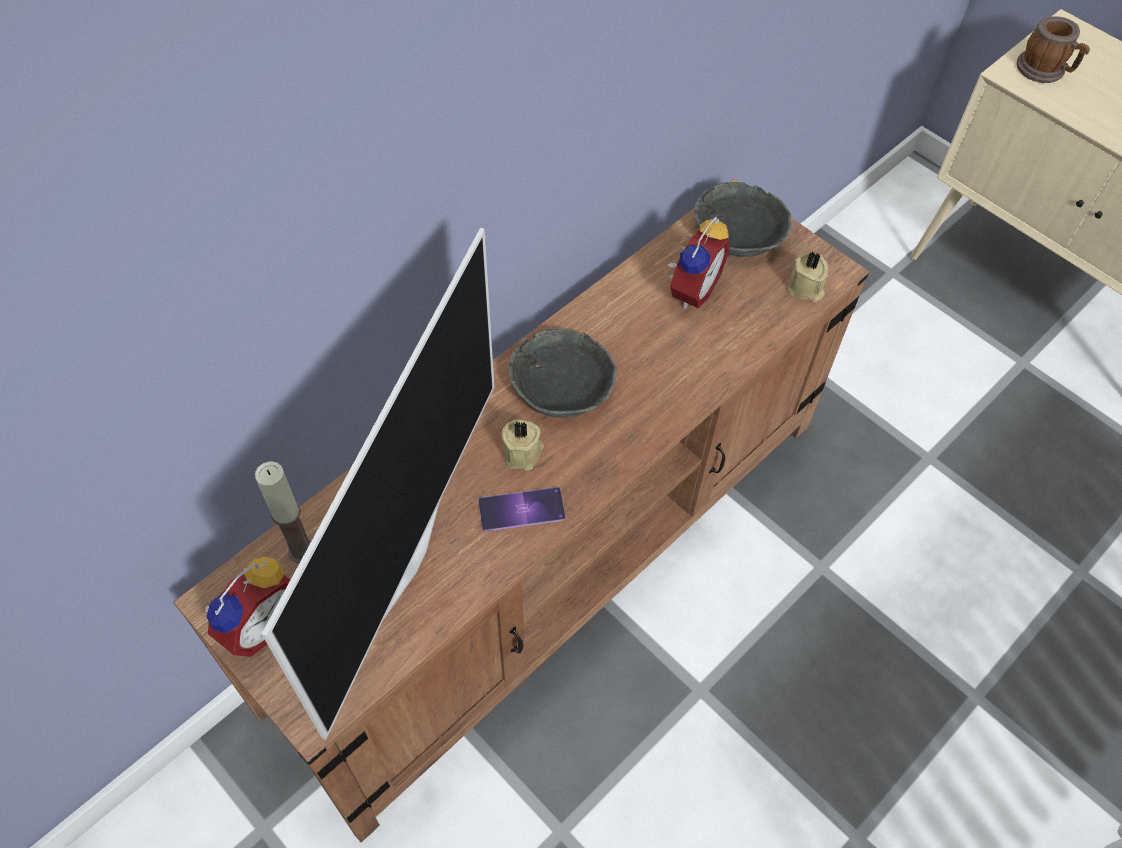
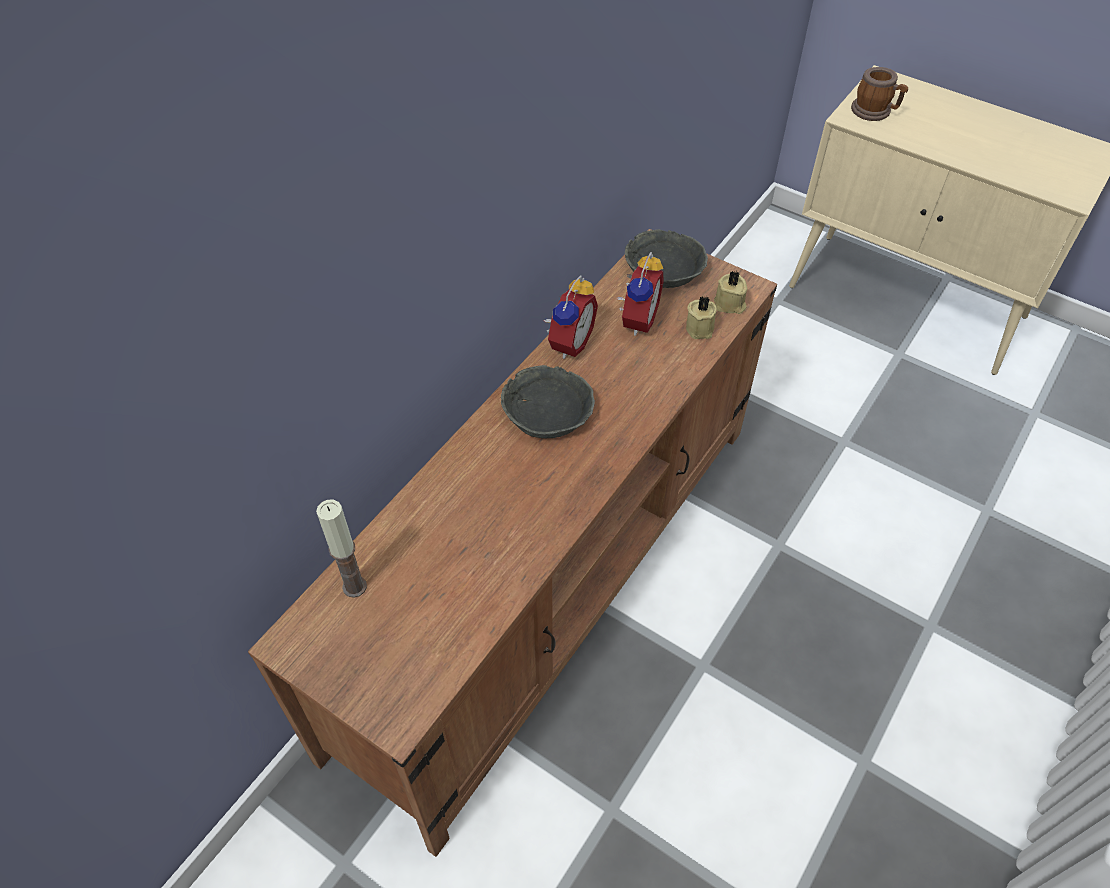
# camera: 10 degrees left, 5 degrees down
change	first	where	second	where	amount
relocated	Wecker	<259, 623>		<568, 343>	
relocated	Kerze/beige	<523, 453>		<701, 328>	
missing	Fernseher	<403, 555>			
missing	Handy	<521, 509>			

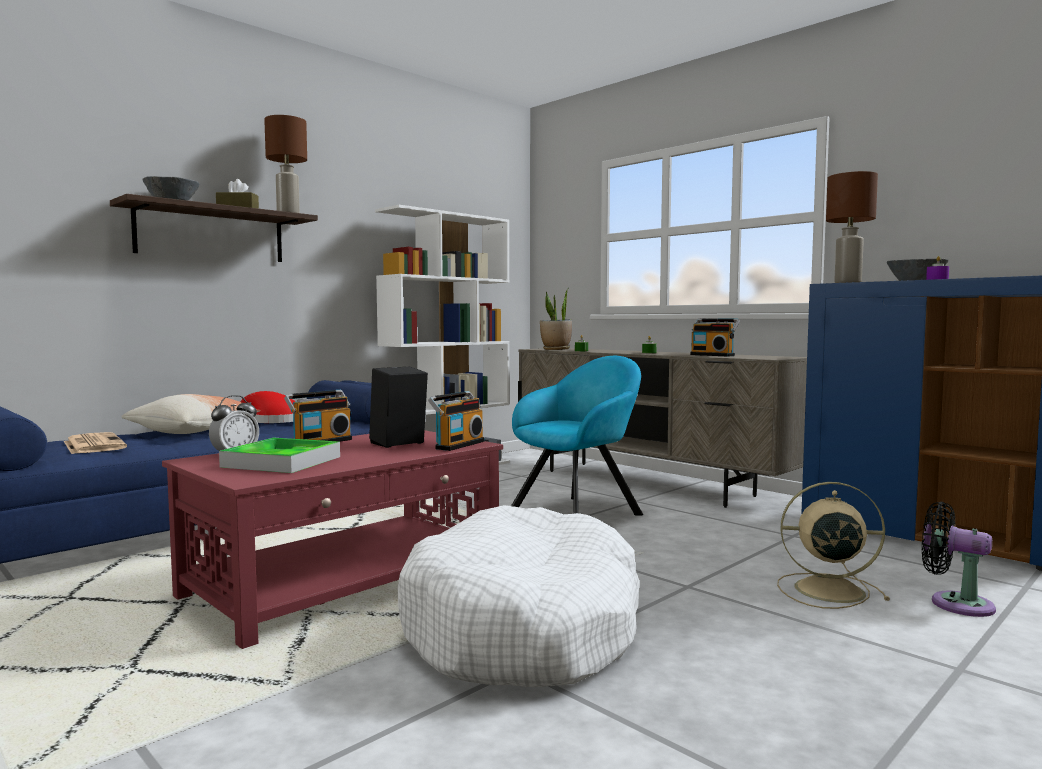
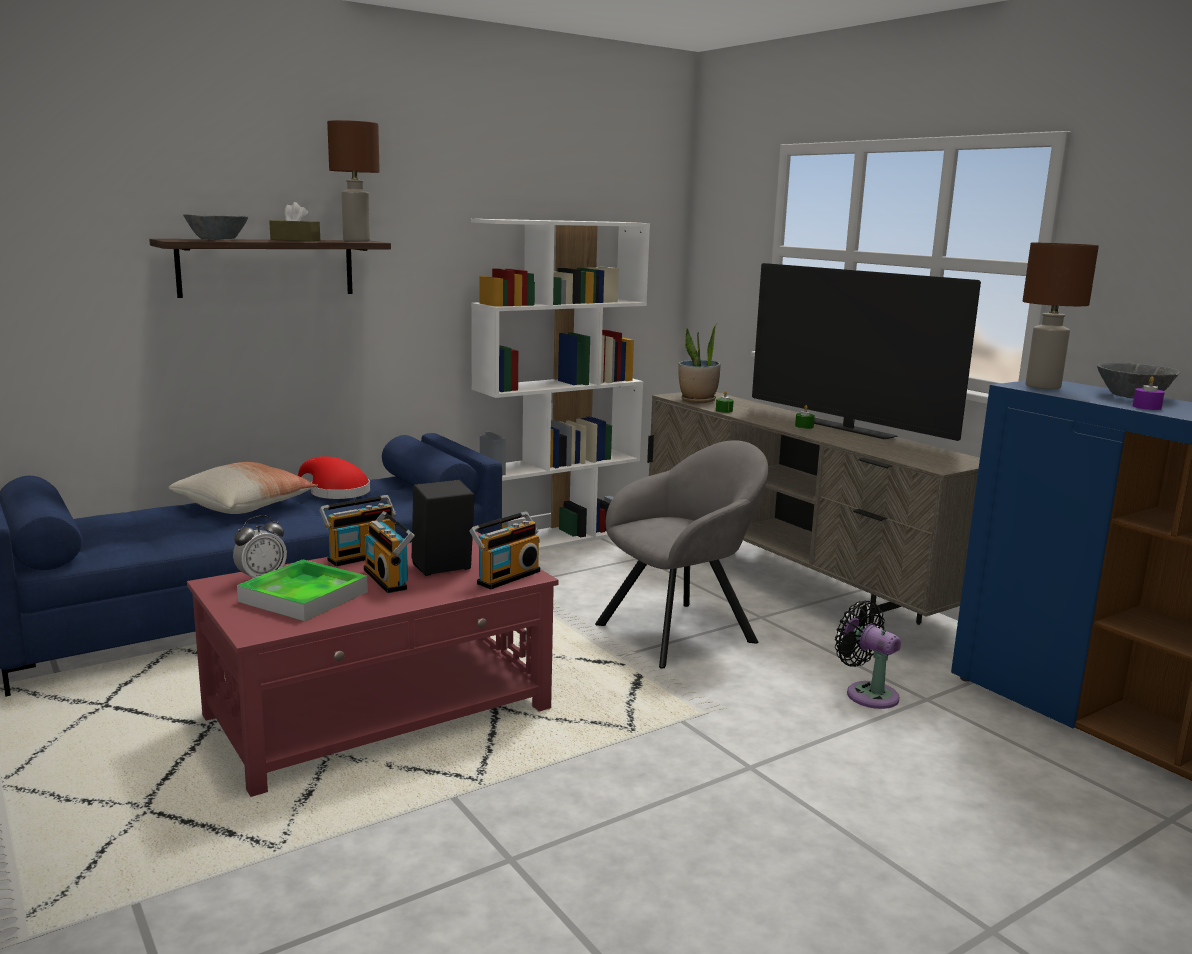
# camera: 10 degrees right, 10 degrees up
change	first	where	second	where	amount
relocated	Radio	<713, 355>		<388, 579>	
colour	Sessel/türkis	<580, 512>	Sessel/grau	<682, 631>	
appeared			Fernseher	<847, 429>	
relocated	Ventilator/schwarz	<955, 603>		<867, 693>	
missing	Zeitung	<93, 445>			
missing	Hundebett/weiß	<524, 627>			
missing	Ventilator/beige	<826, 590>			

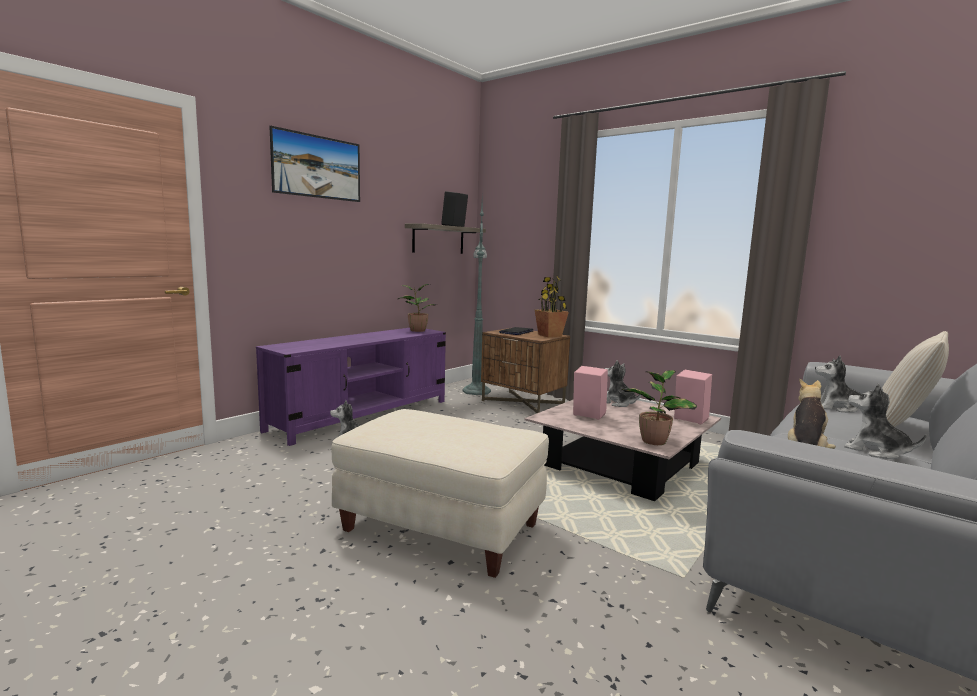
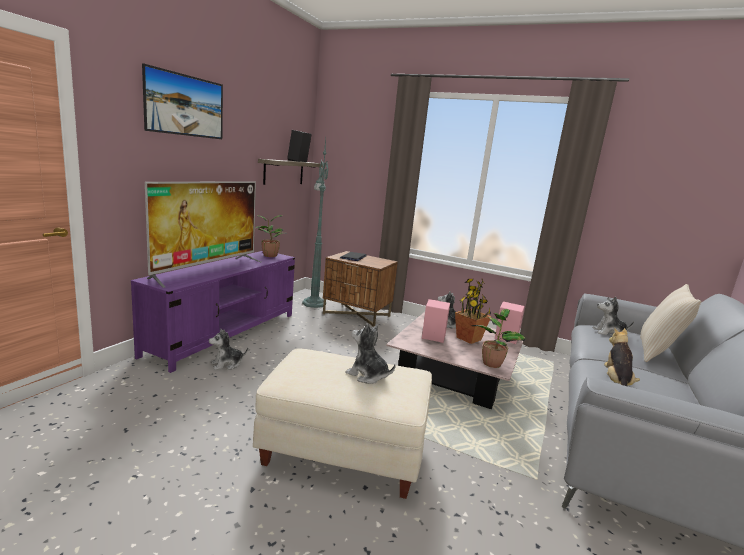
# camera: 15 degrees left, 5 degrees up
change	first	where	second	where	amount
appeared			Fernseher	<207, 269>	
relocated	Plüschtier	<875, 451>		<367, 375>	
relocated	Topfpflanze	<550, 335>		<469, 339>	

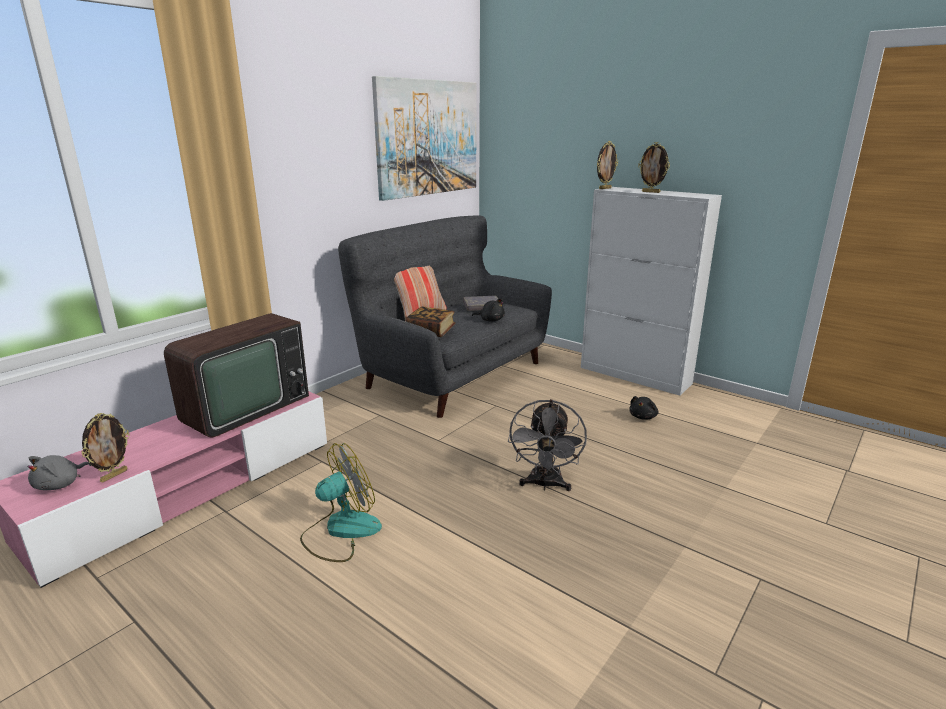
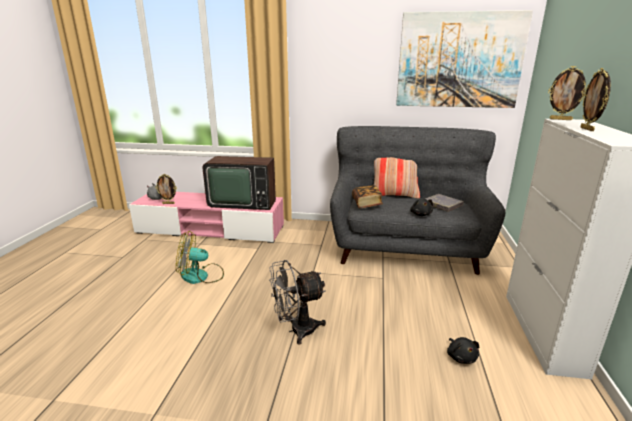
# camera: 60 degrees right, 0 degrees up
change	first	where	second	where	amount
spun	Ventilator	<341, 531>		<201, 276>	150 degrees clockwise
spun	Plüschtier/schwarz	<643, 417>		<461, 357>	105 degrees counterclockwise

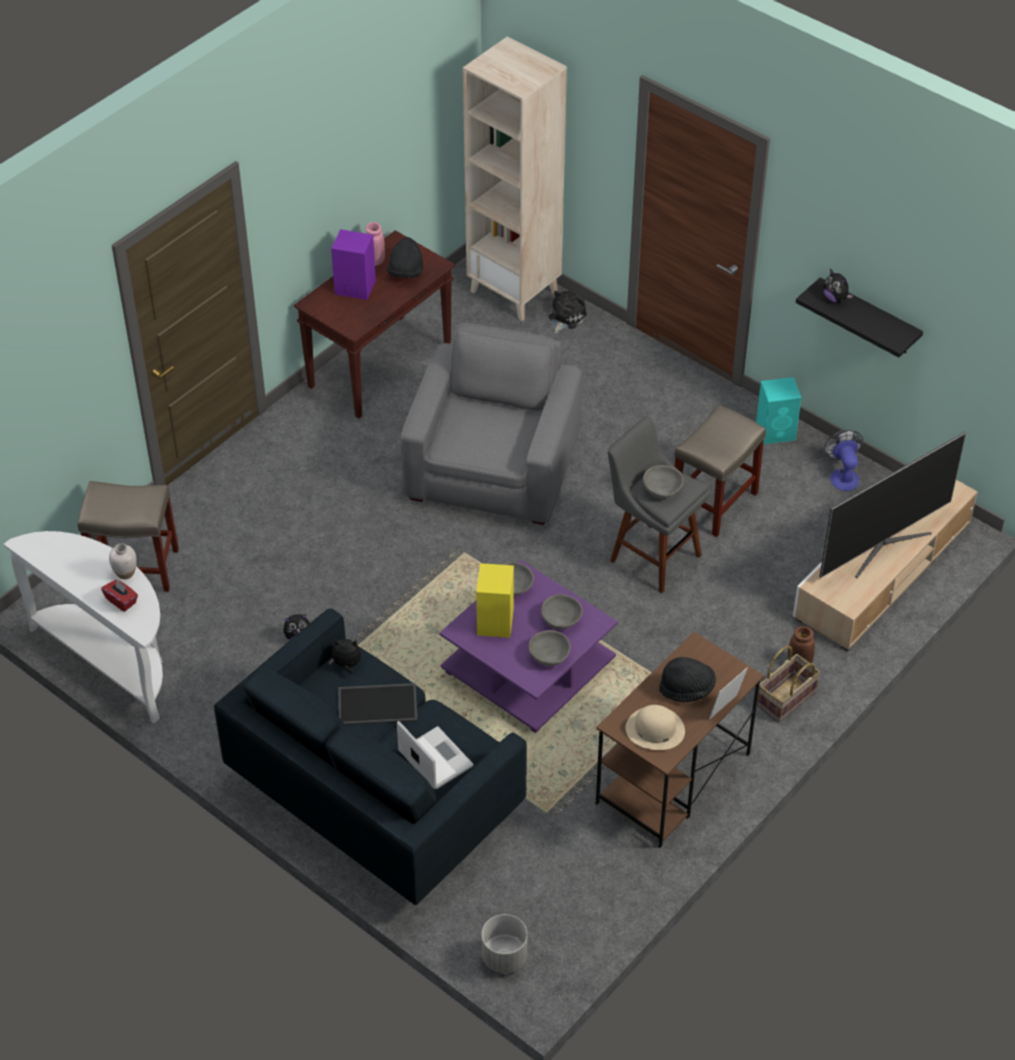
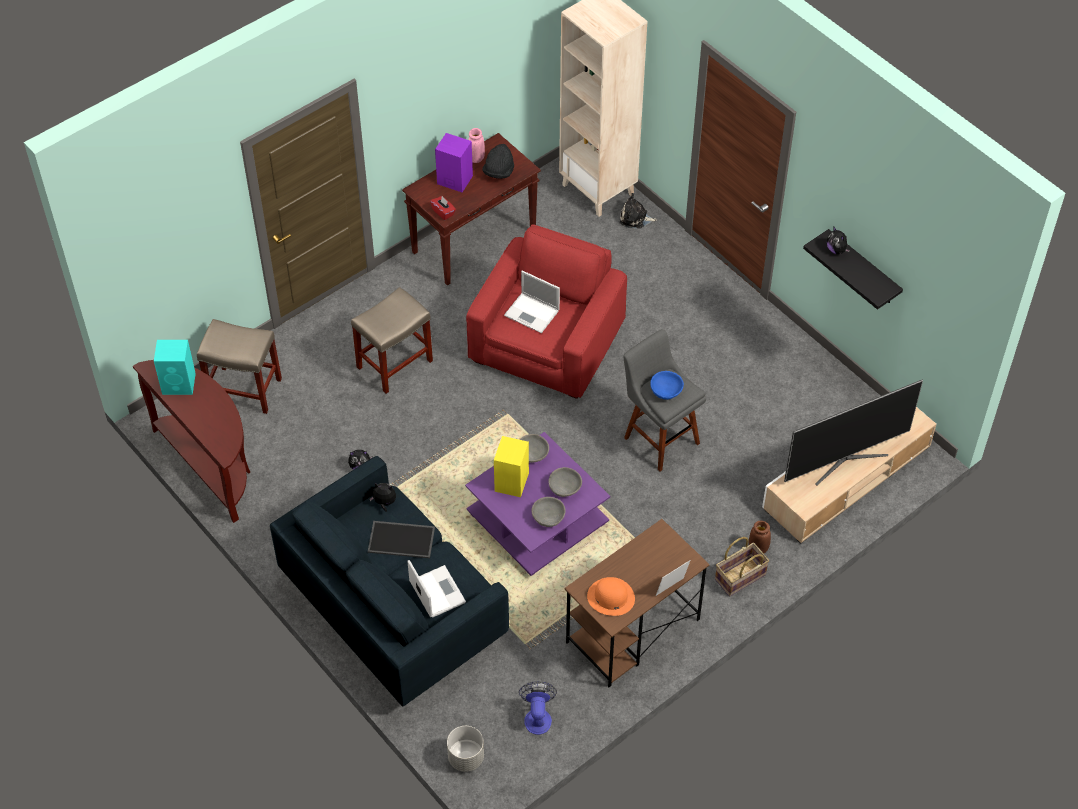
# camera: 10 degrees right, 5 degrees up
change	first	where	second	where	amount
colour	Konsolentisch/weiß	<111, 660>	Konsolentisch/braun	<210, 465>	
relocated	Lautsprecher/türkis	<776, 431>		<180, 384>	
relocated	Hocker/beige	<714, 501>		<395, 363>	
relocated	Taschentuchbox/rot	<121, 601>		<443, 212>	
colour	Sessel/grau	<493, 467>	Sessel/rot	<547, 342>	
appeared			Laptop	<532, 313>	
relocated	Ventilator	<842, 475>		<537, 716>	
colour	Hut/beige	<655, 729>	Hut/orange	<610, 597>	
spun	Plüschtier	<565, 317>		<635, 218>	120 degrees counterclockwise
colour	Schüssel/grau	<662, 490>	Schüssel/blau	<666, 392>	
missing	Vase/weiß	<125, 573>			
missing	Hut/schwarz	<687, 689>			

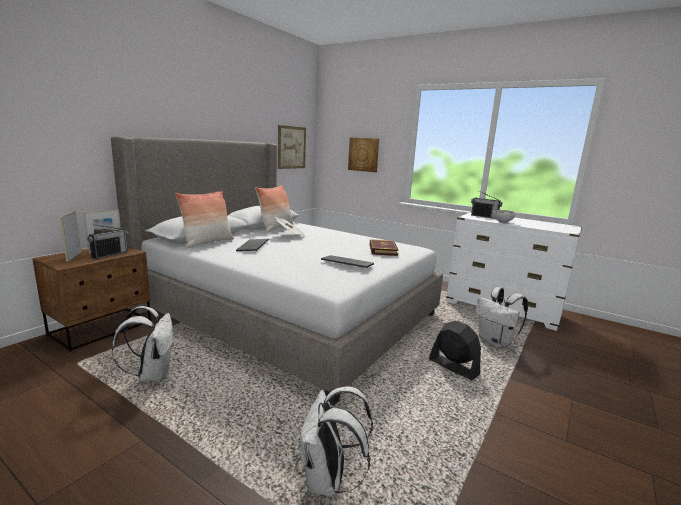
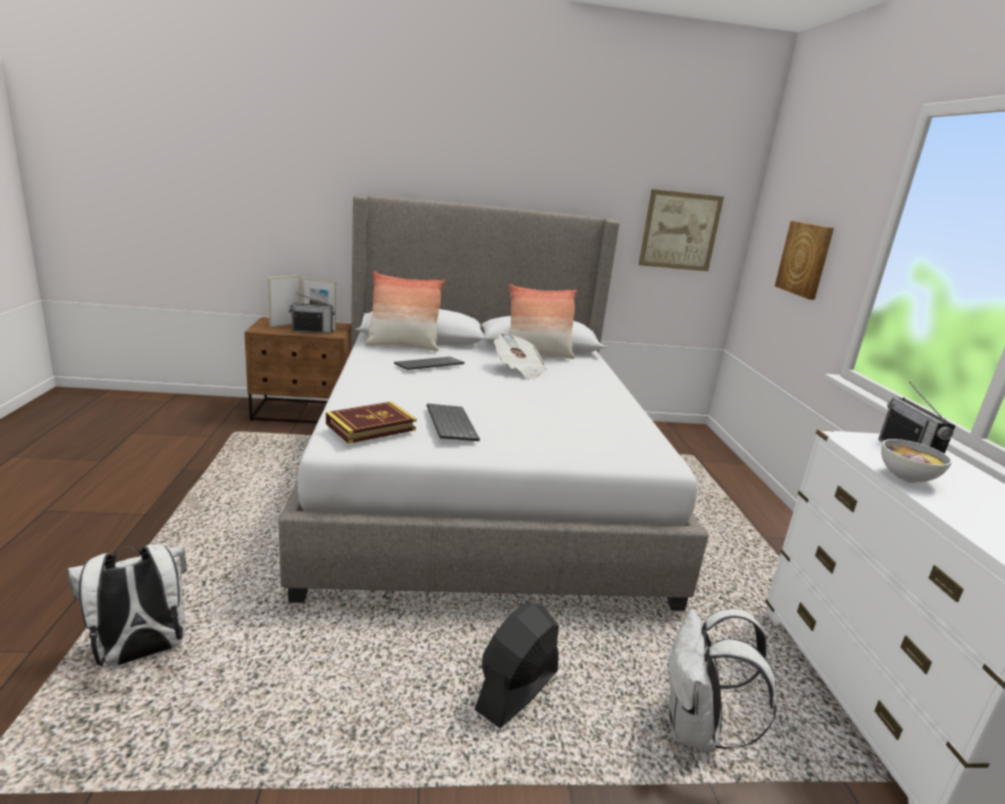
# camera: 50 degrees right, 5 degrees up
change	first	where	second	where	amount
relocated	Buch	<383, 250>		<371, 427>	
spun	Ventilator/schwarz	<453, 367>		<517, 691>	150 degrees counterclockwise
missing	Rucksack/weiß	<152, 375>			

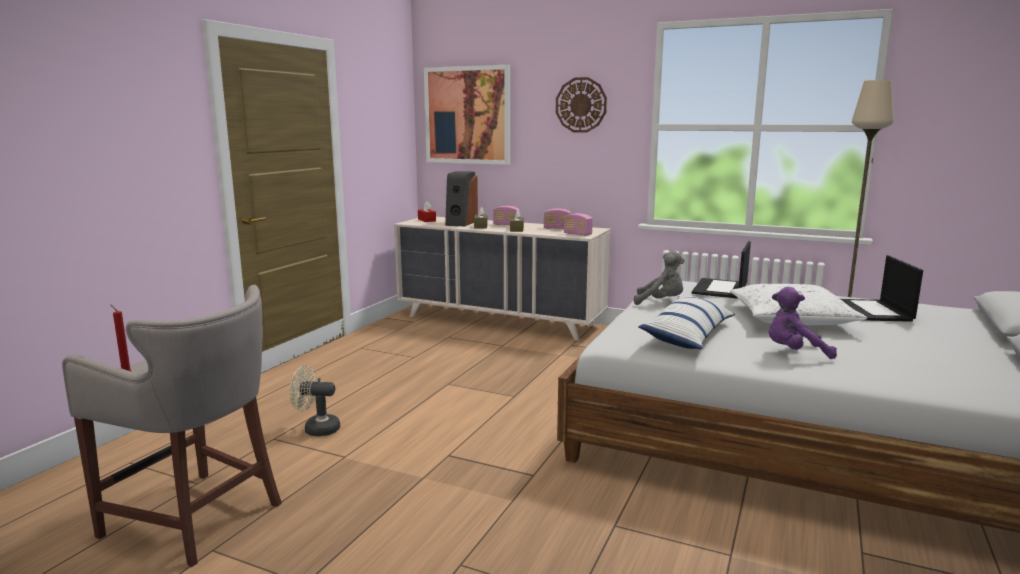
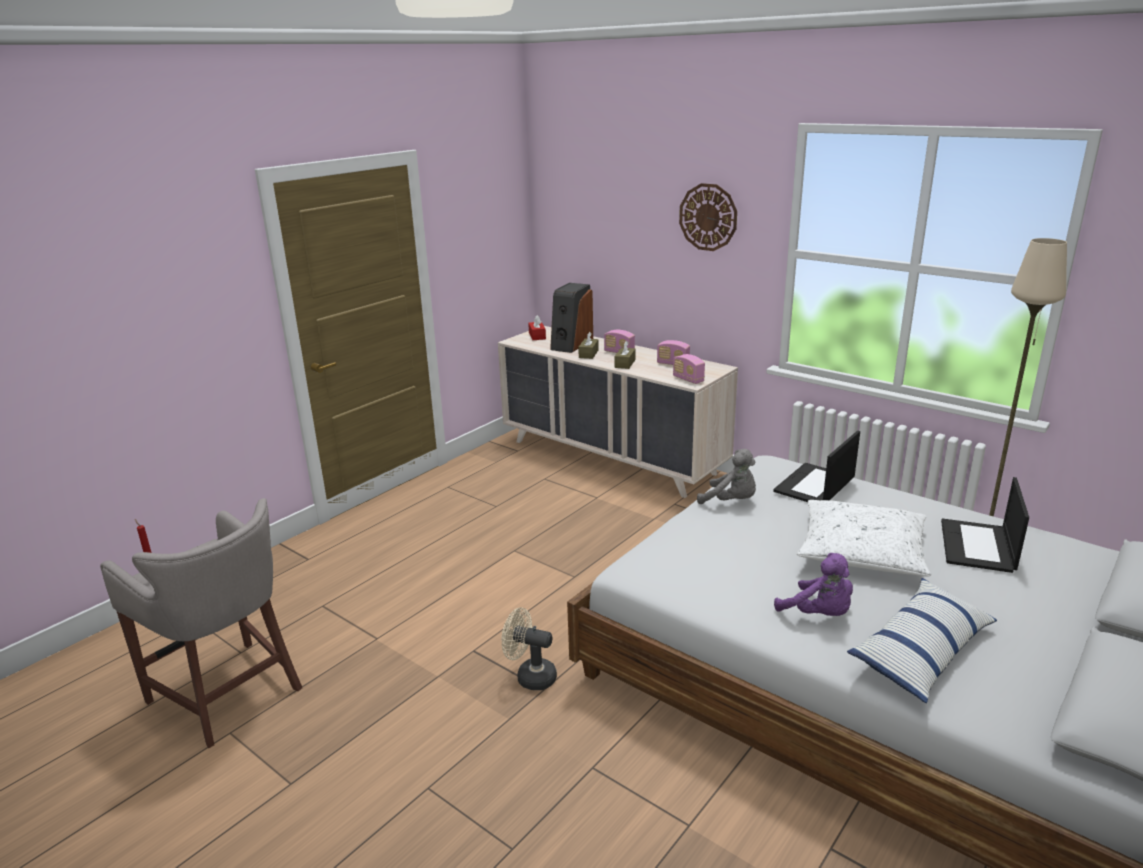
# camera: 15 degrees right, 10 degrees up
change	first	where	second	where	amount
relocated	Ventilator/beige	<316, 429>		<530, 676>	
spun	Plüschtier/lila	<794, 353>		<818, 614>	150 degrees counterclockwise
relocated	Kissen	<688, 335>		<921, 651>	
missing	Bild	<467, 115>			

